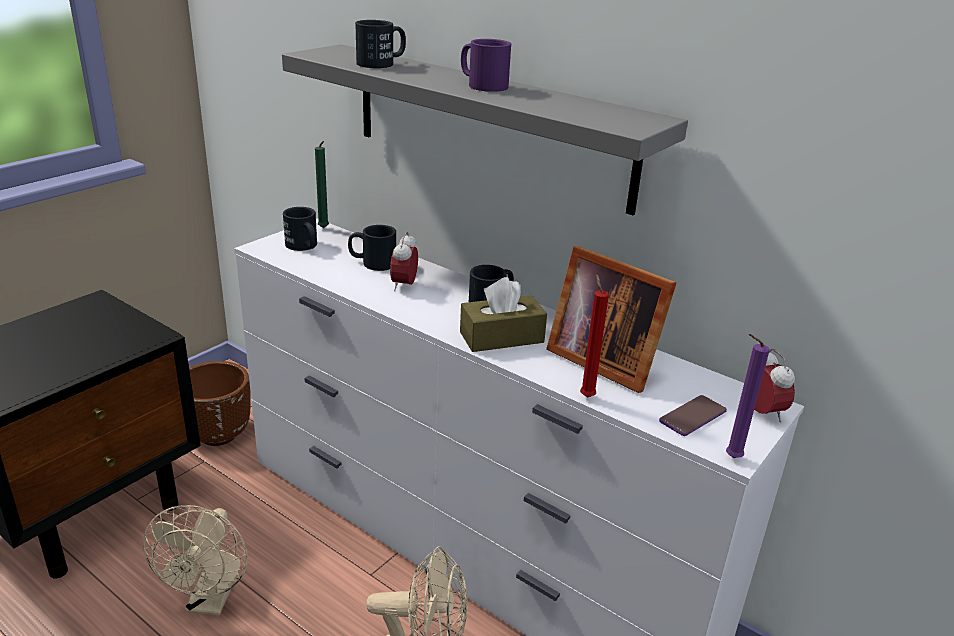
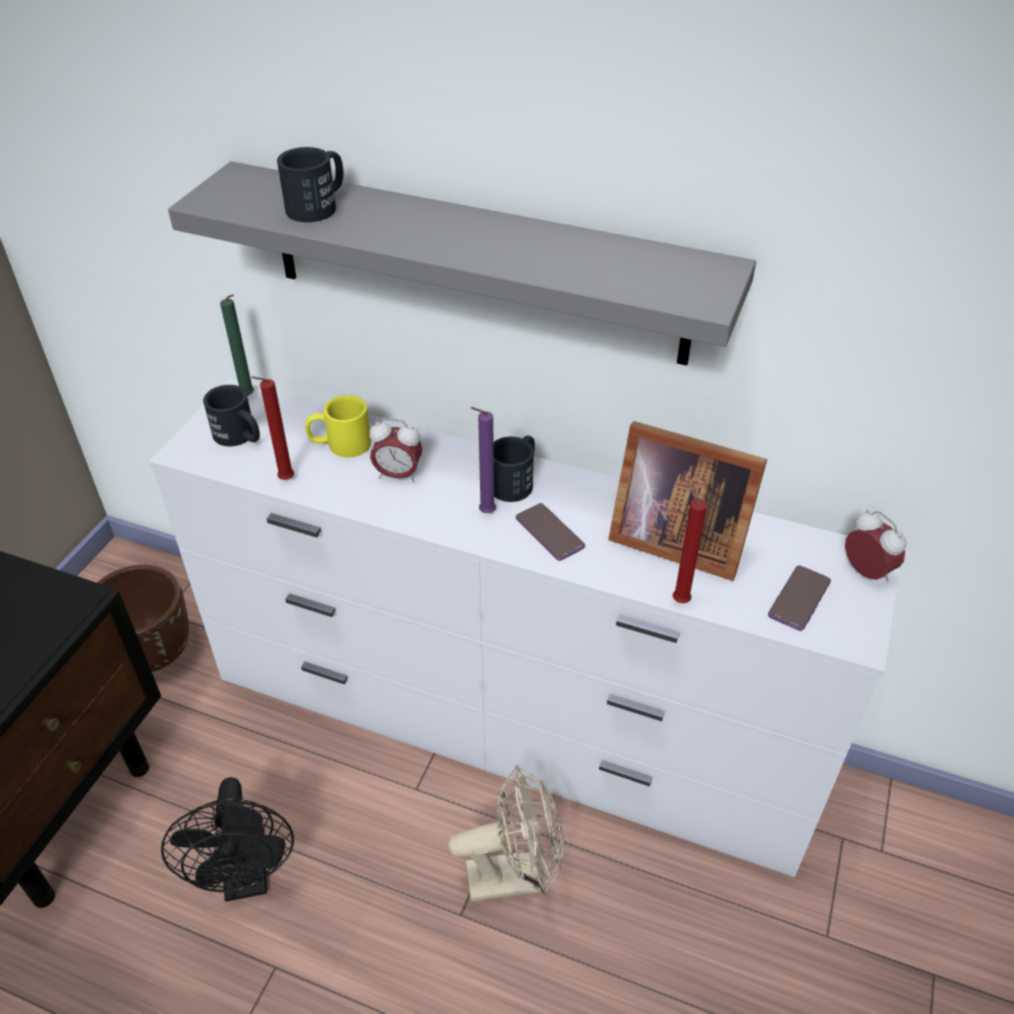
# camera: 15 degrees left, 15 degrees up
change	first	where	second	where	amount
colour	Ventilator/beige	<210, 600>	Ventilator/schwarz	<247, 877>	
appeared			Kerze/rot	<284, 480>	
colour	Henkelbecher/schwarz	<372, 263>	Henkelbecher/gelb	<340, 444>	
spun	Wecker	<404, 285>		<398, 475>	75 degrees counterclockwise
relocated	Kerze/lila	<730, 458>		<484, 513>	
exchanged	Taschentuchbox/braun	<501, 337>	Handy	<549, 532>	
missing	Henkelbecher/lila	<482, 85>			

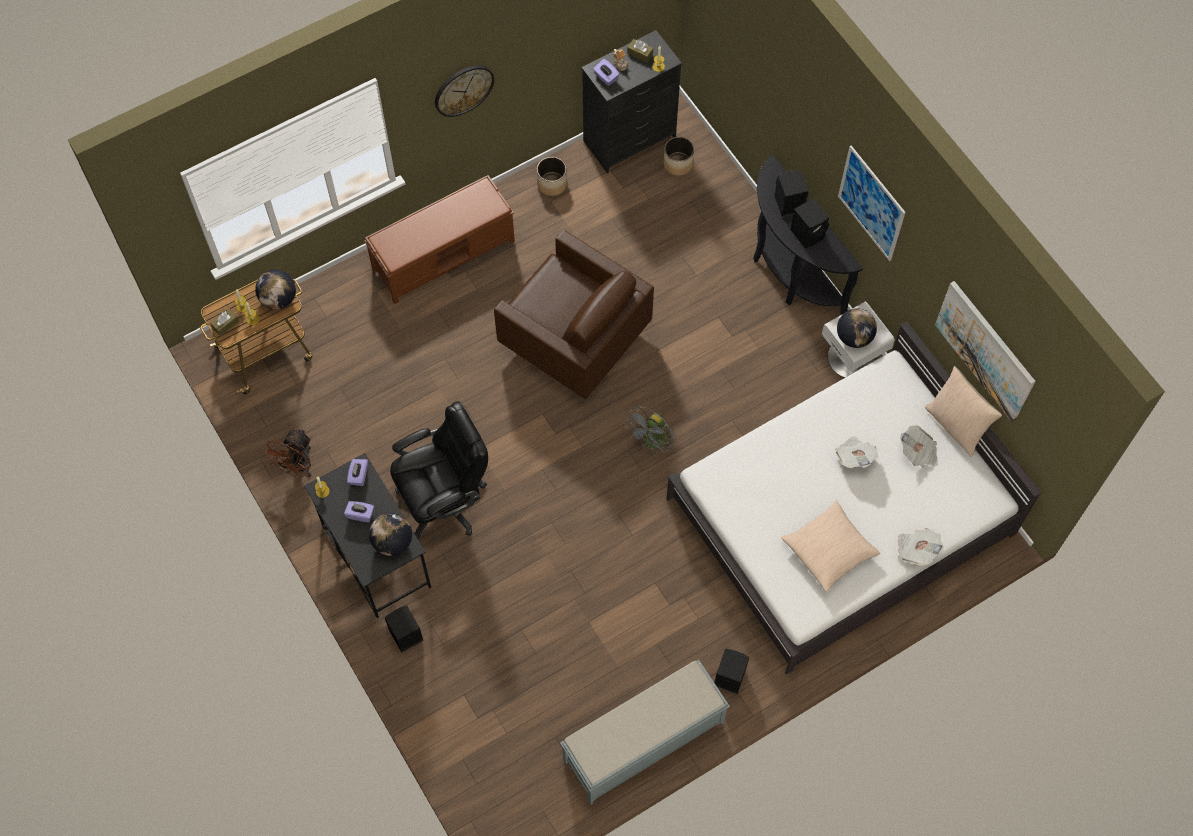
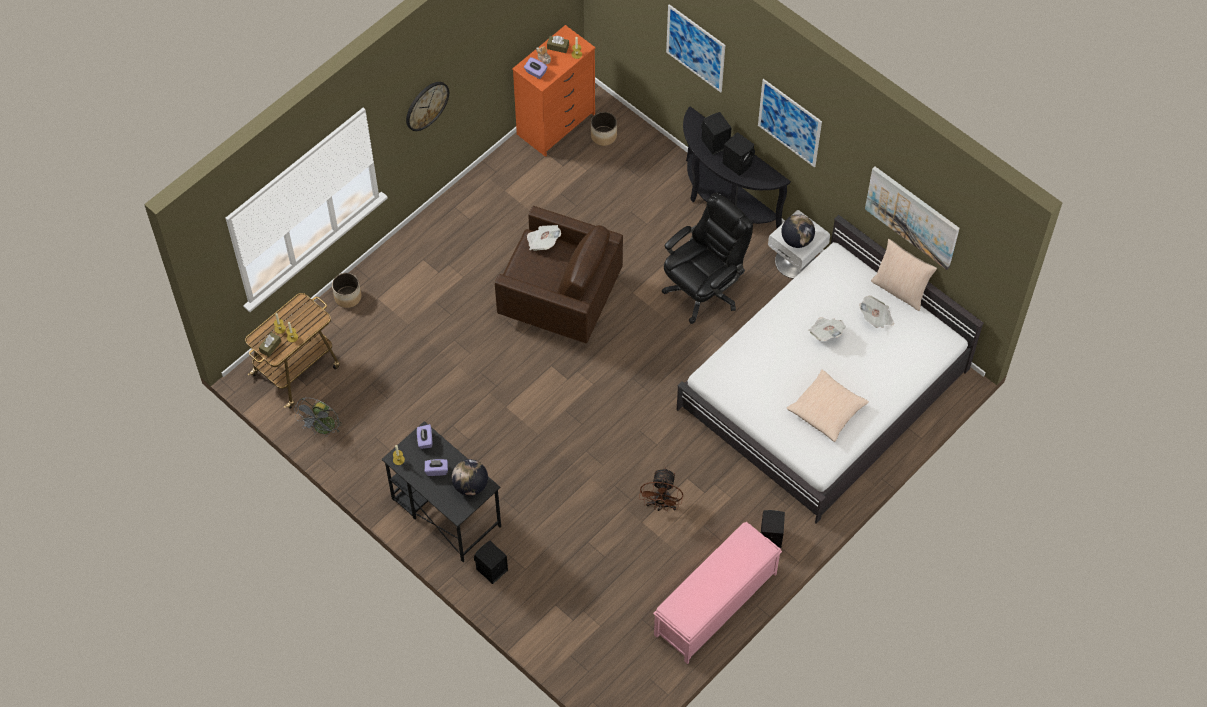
# camera: 15 degrees left, 5 degrees down
change	first	where	second	where	amount
relocated	Ventilator/grau	<652, 443>		<323, 429>	
relocated	Pflanzkübel	<552, 184>		<348, 297>	
colour	Kommode/schwarz	<630, 139>	Kommode/orange	<556, 124>	
relocated	Zeitung	<916, 550>		<543, 242>	
relocated	Ventilator/braun	<297, 467>		<661, 505>	
colour	Bank/grau	<642, 742>	Bank/rosa	<715, 605>	
relocated	Bürostuhl/schwarz	<444, 500>		<703, 290>	
appeared			Bild	<695, 48>	
missing	Globus	<278, 299>			
missing	Bank/braun	<444, 255>			

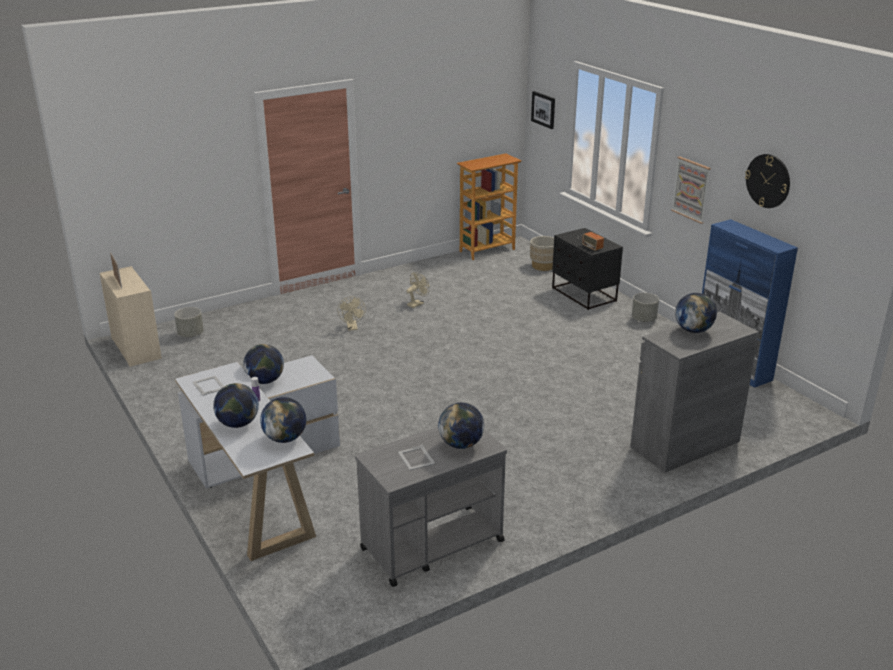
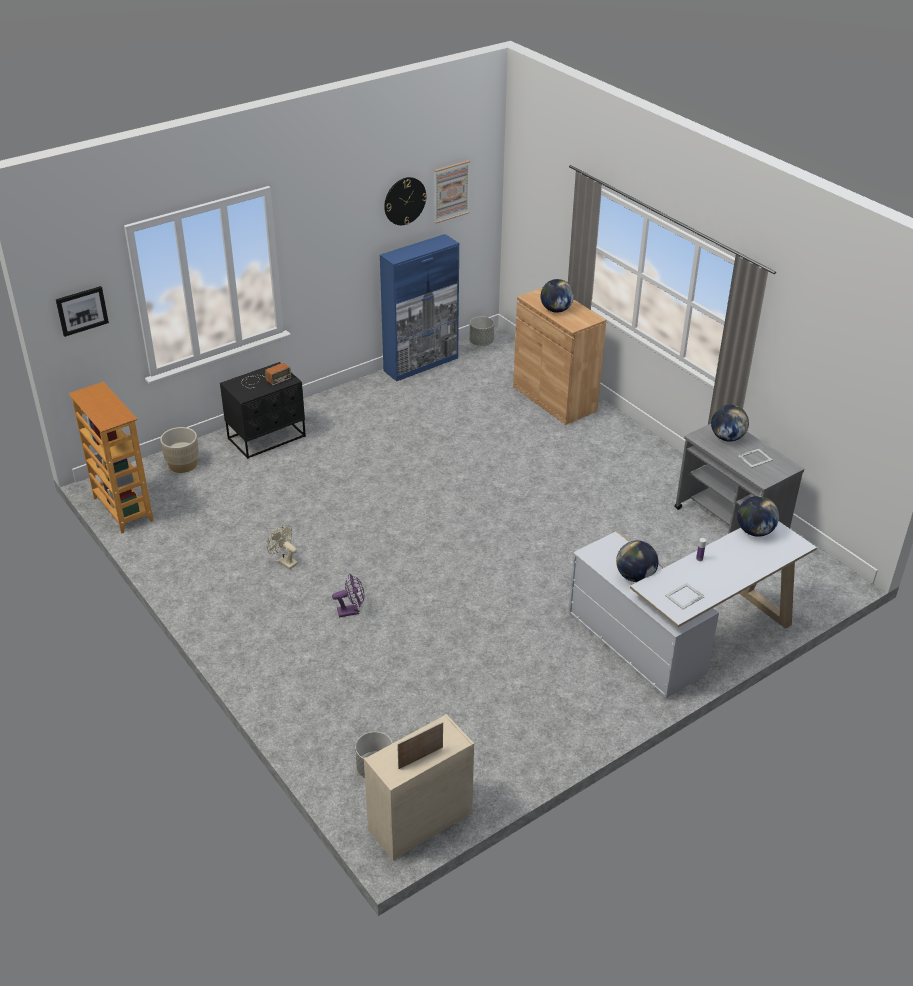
# camera: 95 degrees left, 10 degrees up
change	first	where	second	where	amount
colour	Ventilator/beige	<352, 328>	Ventilator/lila	<351, 611>	
relocated	Bild	<691, 189>		<451, 191>	
relocated	Pflanzkübel/grau	<644, 319>		<481, 342>	
colour	Schrank/grau	<685, 444>	Schrank/braun	<554, 398>	
missing	Globus	<238, 424>			

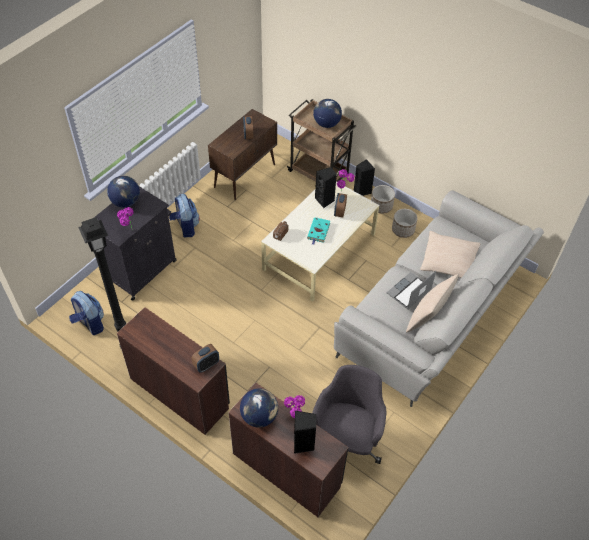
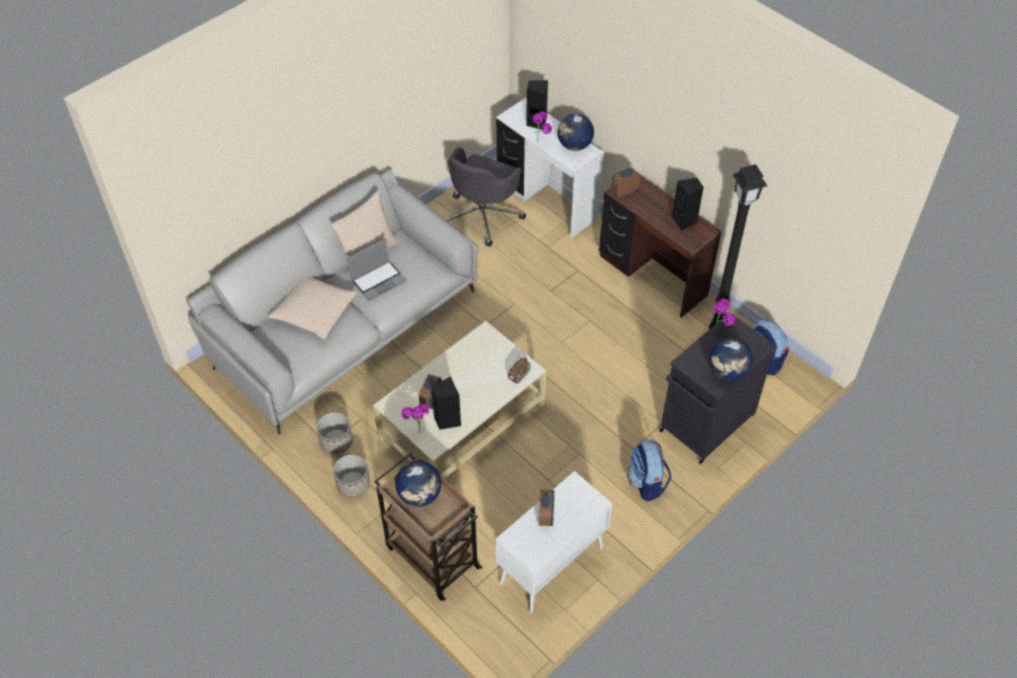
# camera: 170 degrees left, 0 degrees up
change	first	where	second	where	amount
colour	Schreibtisch/braun	<287, 468>	Schreibtisch/weiß	<546, 201>	
colour	Schrank/braun	<245, 175>	Schrank/weiß	<551, 566>	
relocated	Lautsprecher/schwarz	<361, 191>		<685, 221>	
missing	Buch/türkis	<318, 232>			

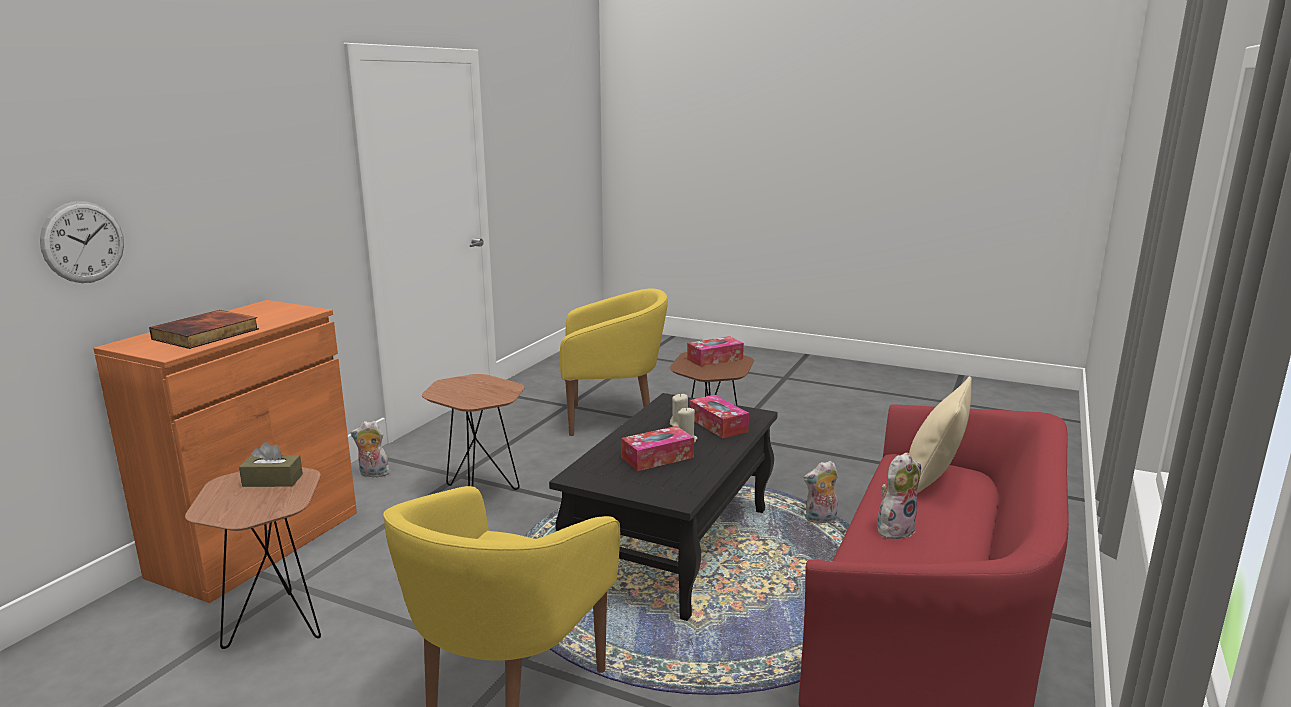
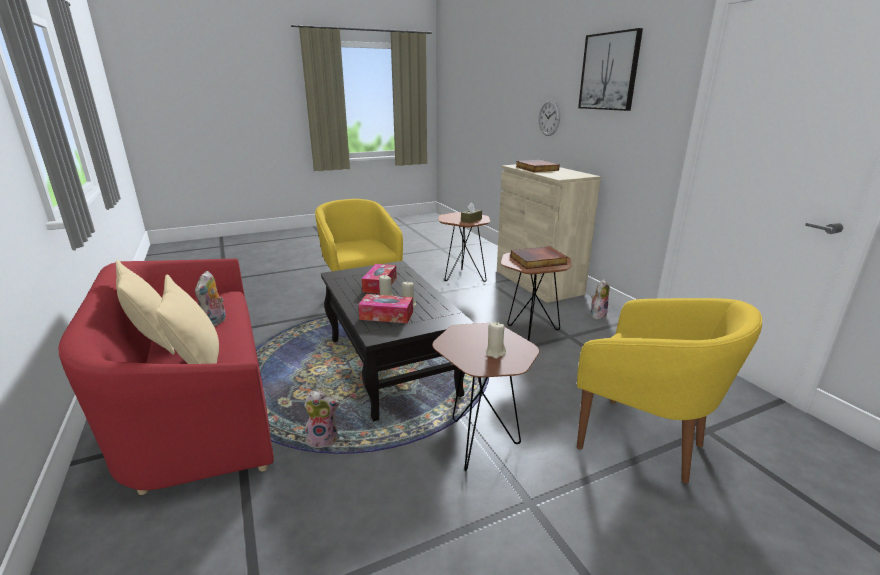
# camera: 130 degrees right, 5 degrees up
change	first	where	second	where	amount
appeared			Kissen/beige	<155, 340>	
spun	Plüschtier	<820, 520>		<324, 440>	60 degrees clockwise
exchanged	Taschentuchbox	<715, 359>	Kerze/beige	<495, 353>	
colour	Schrank/orange	<257, 543>	Schrank/beige	<538, 282>	
appeared			Buch	<538, 261>	
spun	Sessel/gelb	<613, 419>		<644, 442>	90 degrees counterclockwise
appeared			Bild	<609, 71>	

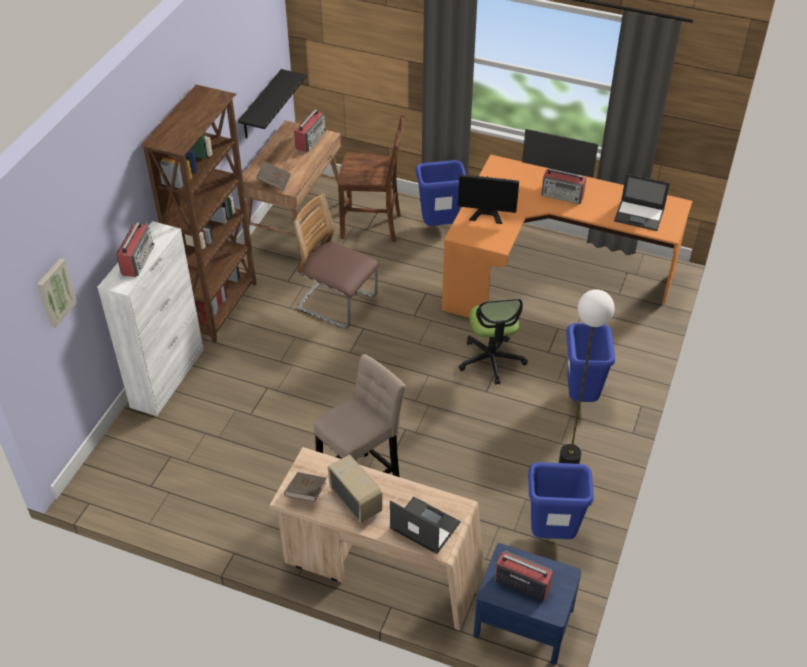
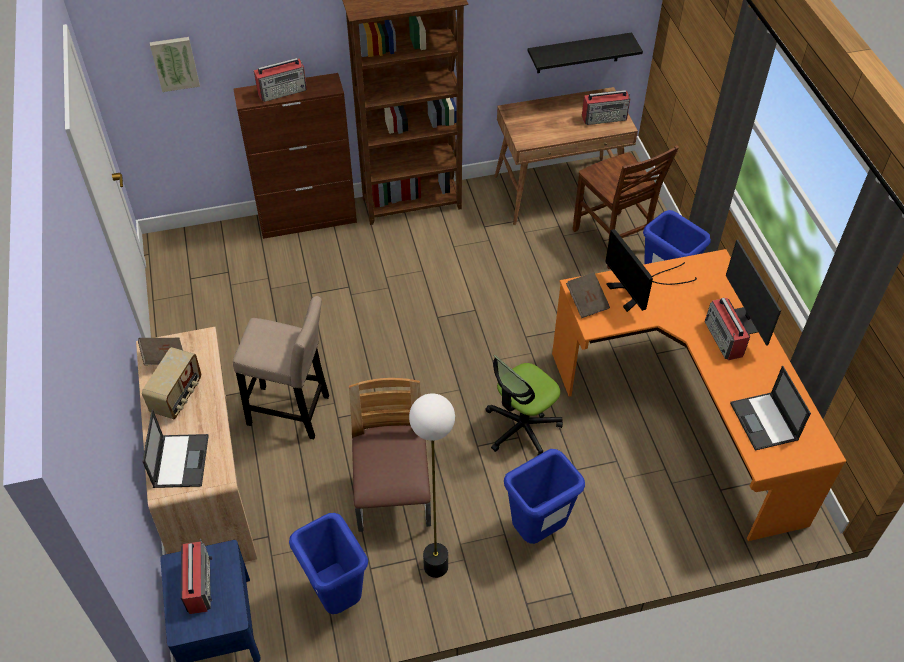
# camera: 55 degrees right, 5 degrees up
change	first	where	second	where	amount
colour	Schrank/weiß	<168, 377>	Schrank/braun	<308, 220>	
relocated	Stuhl	<337, 303>		<393, 497>	
relocated	Buch/braun	<274, 182>		<587, 302>	

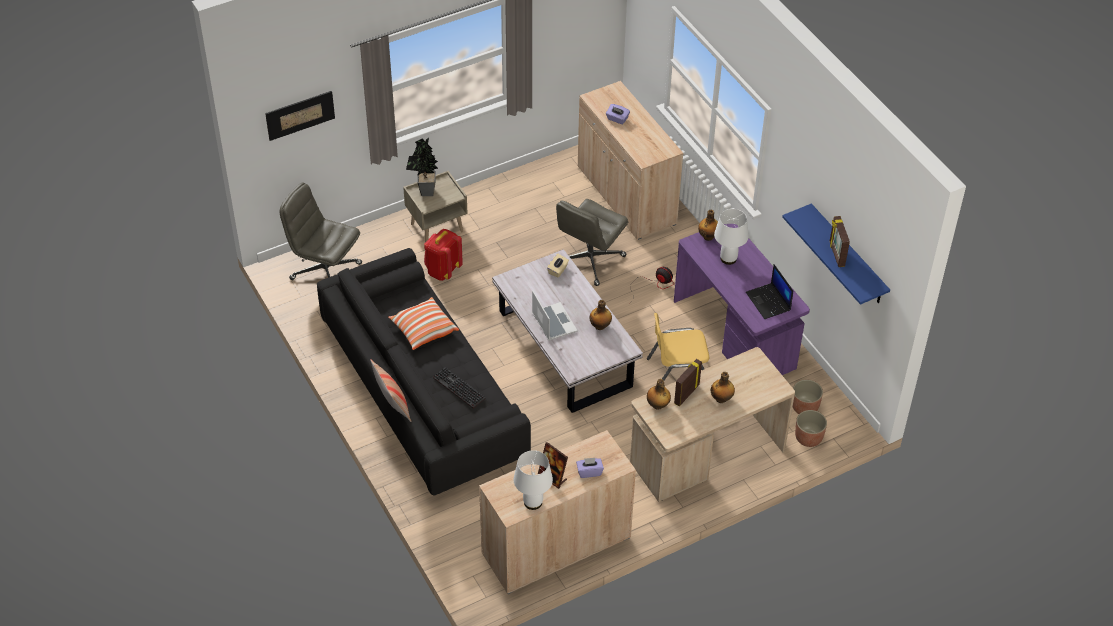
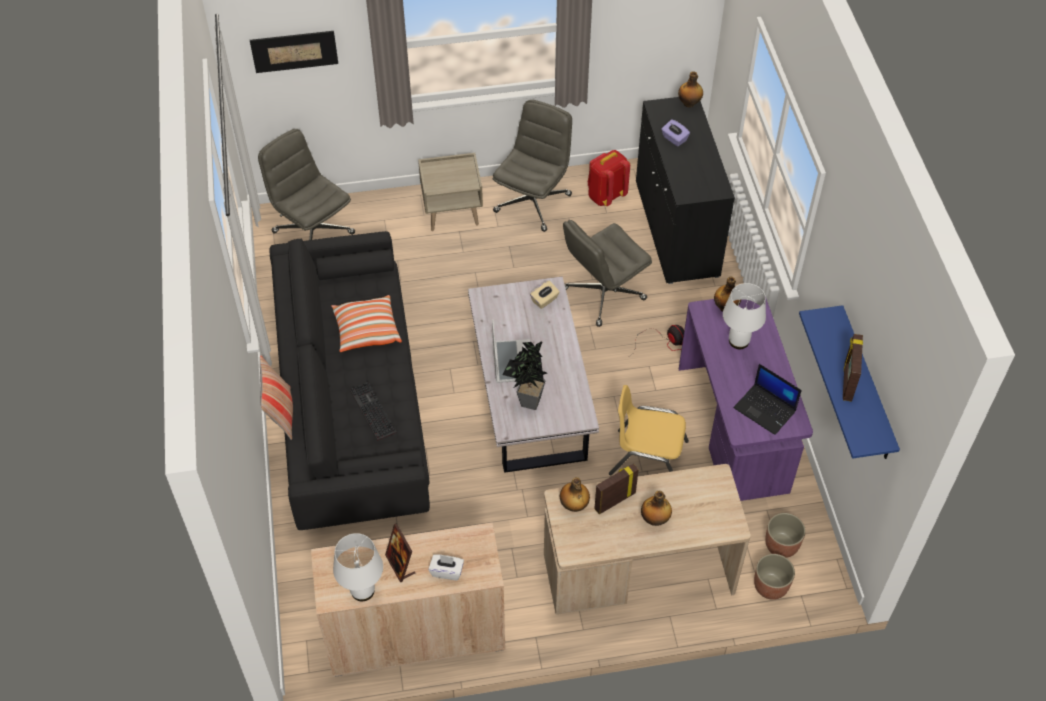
# camera: 20 degrees right, 5 degrees up
change	first	where	second	where	amount
colour	Taschentuchbox/lila	<589, 472>	Taschentuchbox/weiß	<447, 571>	
appeared			Bürostuhl/grau	<533, 202>	
relocated	Topfpflanze	<425, 193>		<527, 404>	
relocated	Rucksack/rot	<442, 271>		<605, 196>	
colour	Schrank/beige	<626, 196>	Schrank/schwarz	<676, 229>	
relocated	Flasche	<600, 326>		<689, 103>	
spun	Laptop	<769, 302>		<765, 409>	45 degrees counterclockwise

